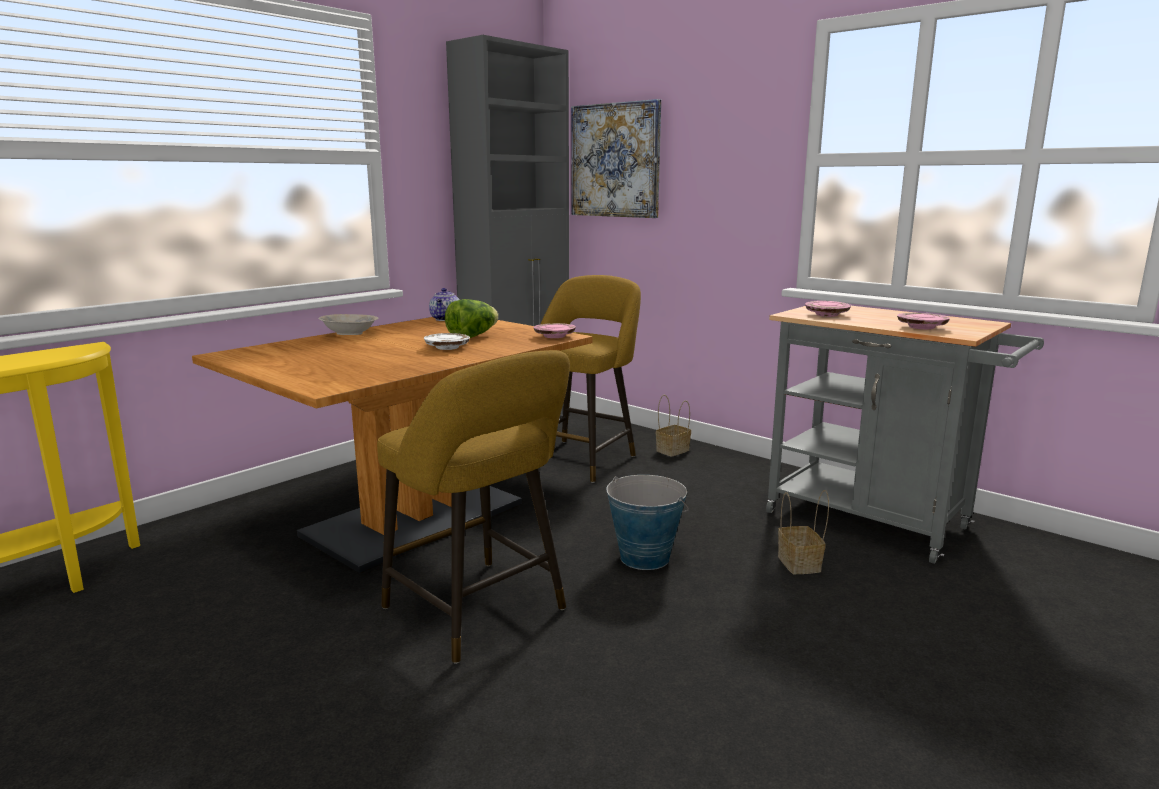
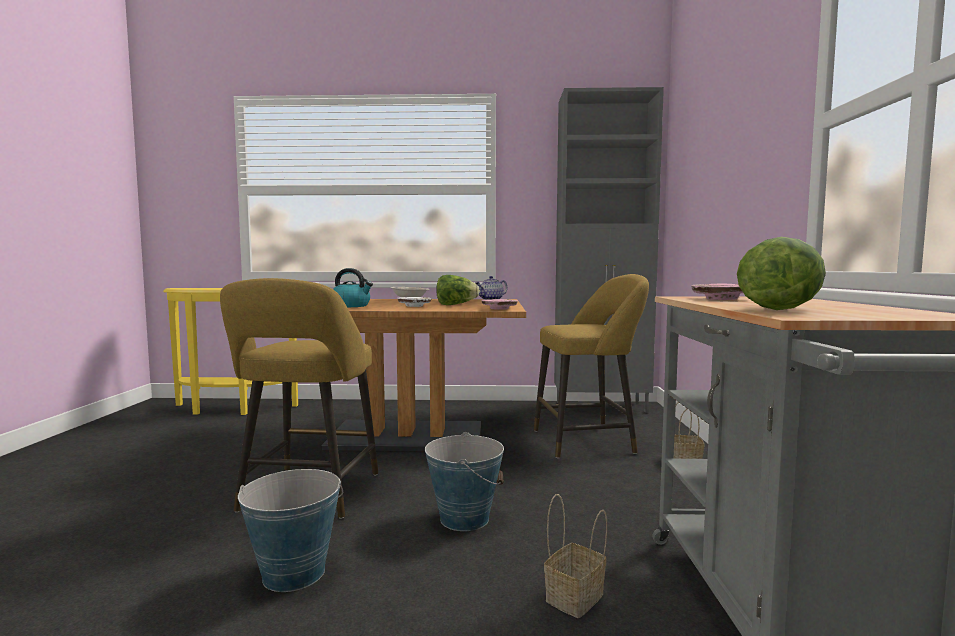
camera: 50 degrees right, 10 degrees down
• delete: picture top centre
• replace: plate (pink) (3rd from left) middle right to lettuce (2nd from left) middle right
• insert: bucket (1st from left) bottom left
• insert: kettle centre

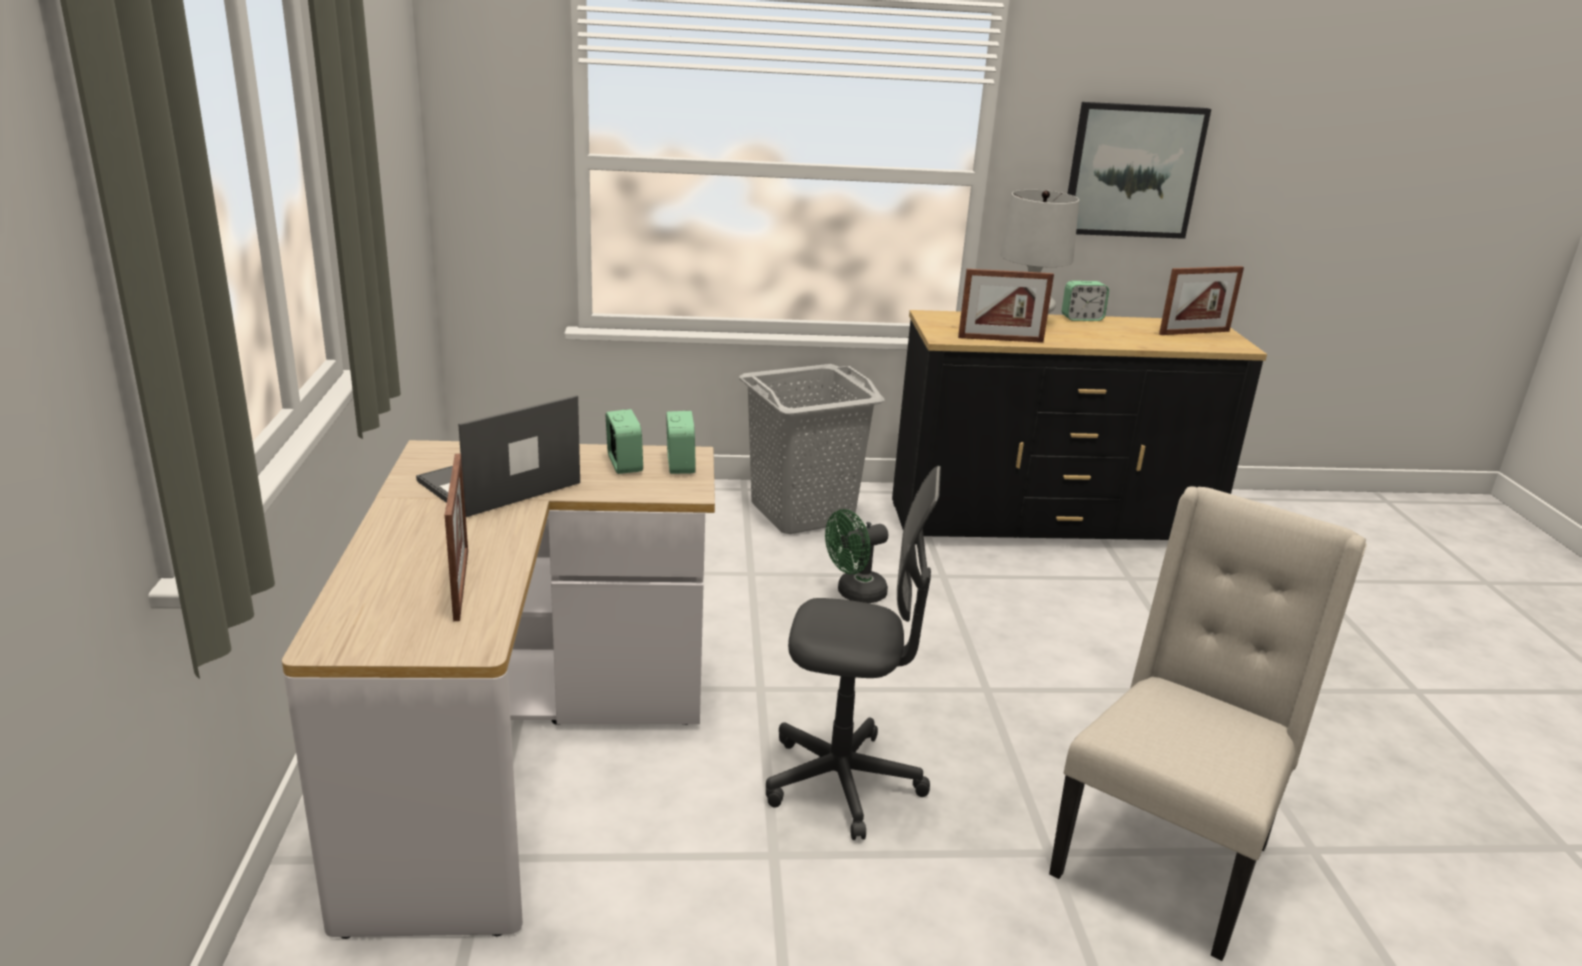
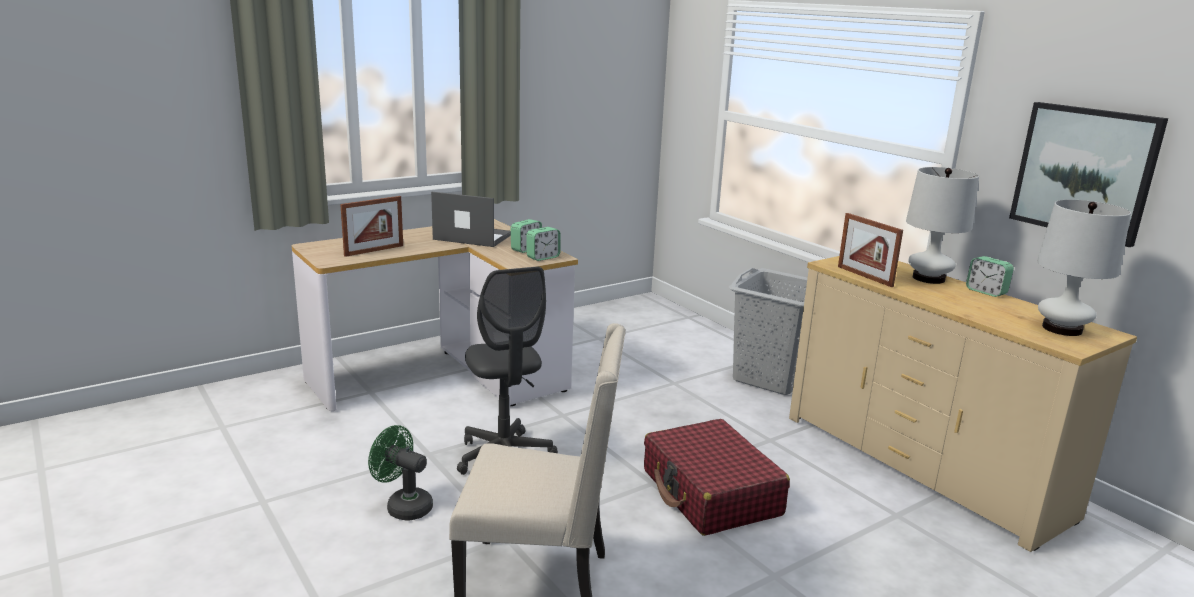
camera: 60 degrees right, 5 degrees down
• move: fan (green) centre to bottom centre
• recolor: dresser (black) middle right to dresser (beige) bottom right
• replace: picture frame (3rd from left) top right to table lamp (white) (2nd from left) middle right
• insert: suitcase (red) bottom centre

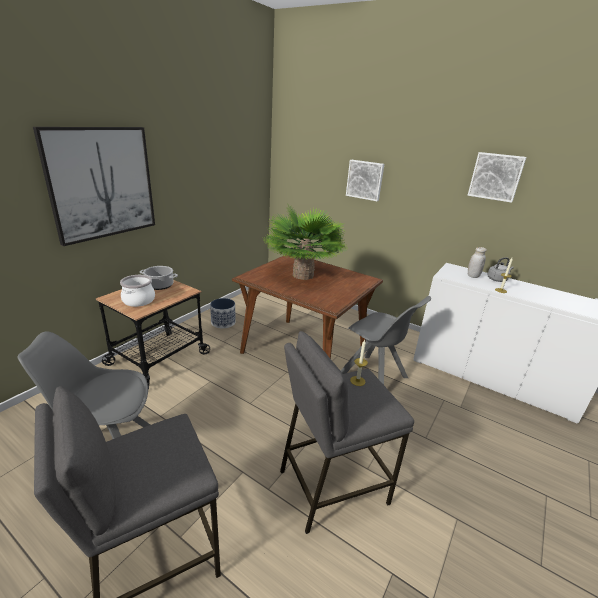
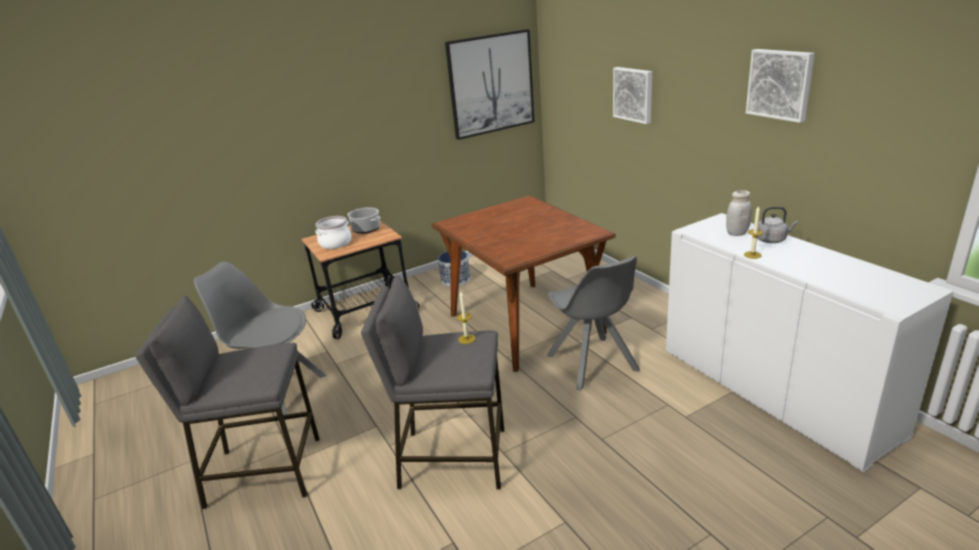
camera: 30 degrees right, 0 degrees up
• move: picture (1st from left) top left to top centre
• delete: potted plant centre

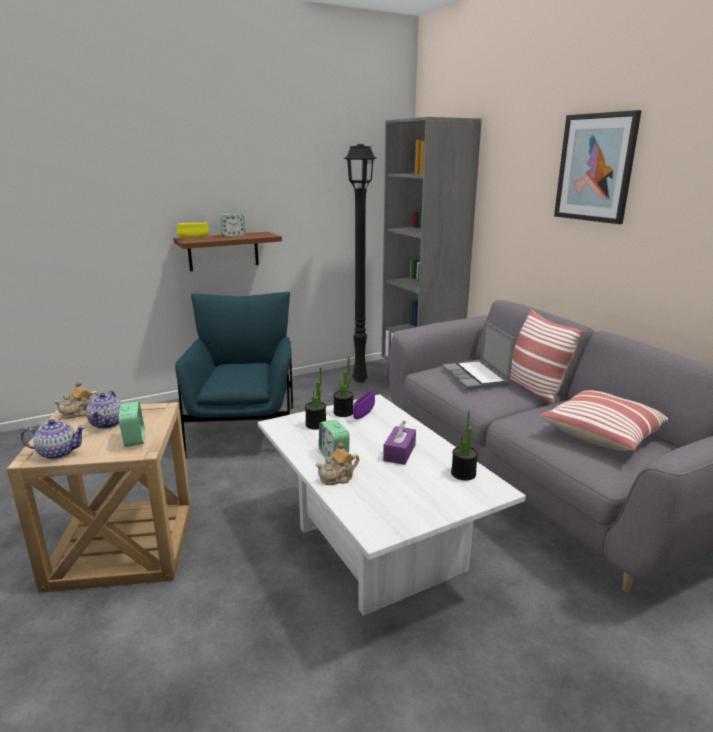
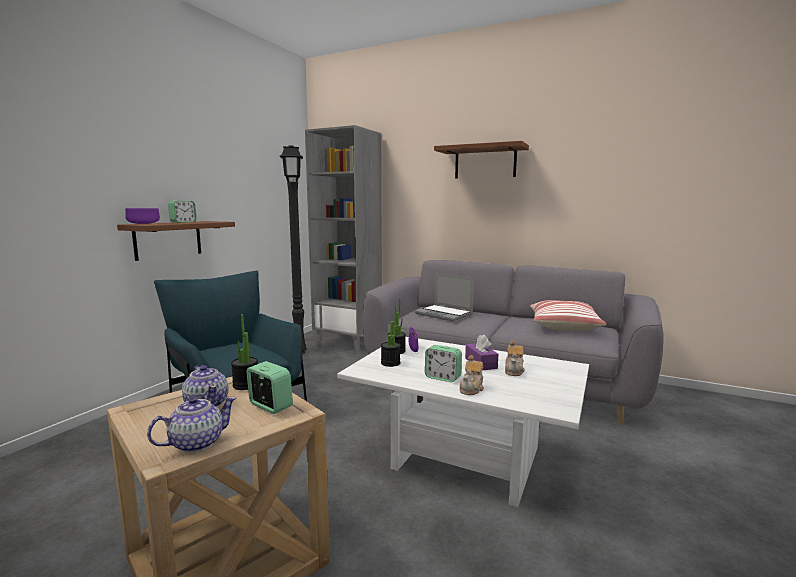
camera: 35 degrees left, 10 degrees down
• move: teapot (2nd from left in the first image) middle left to teapot (4th from left) centre
• recolor: bowl (yellow) top left to bowl (purple) (1st from left) middle left
• move: potted plant (3rd from left in the first image) centre to potted plant (1st from left) middle left
• delete: pillow (1st from left) middle right
• replace: picture top right to shelf (brown) (2nd from left) top centre

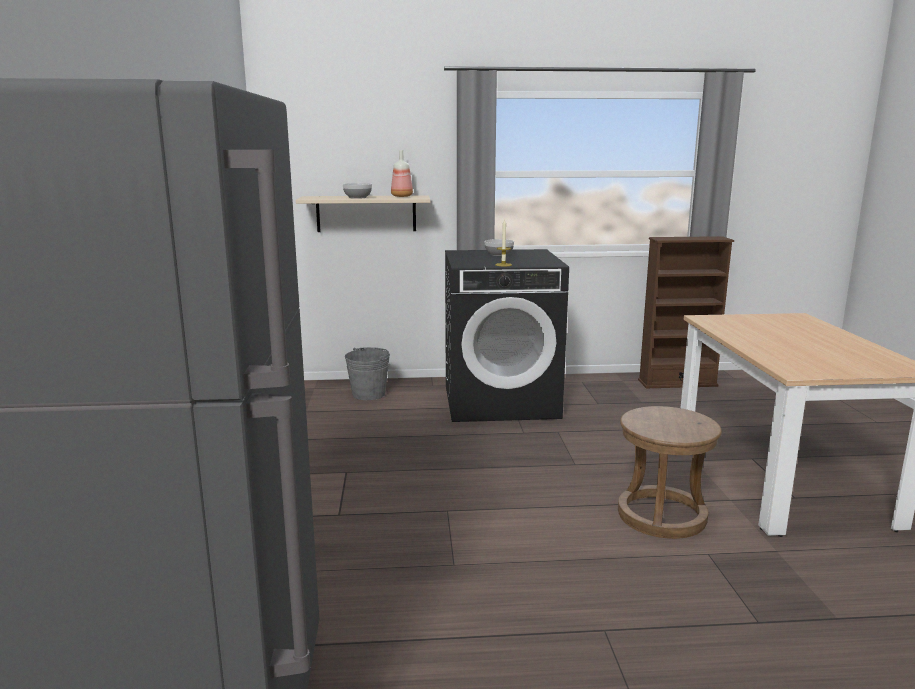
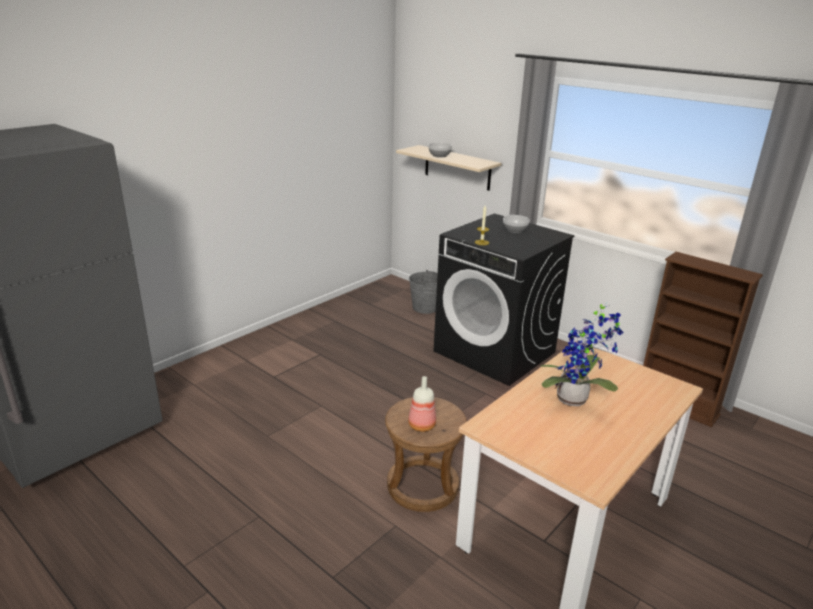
camera: 45 degrees right, 10 degrees up
• move: bottle top centre to centre
• insert: potted plant middle right

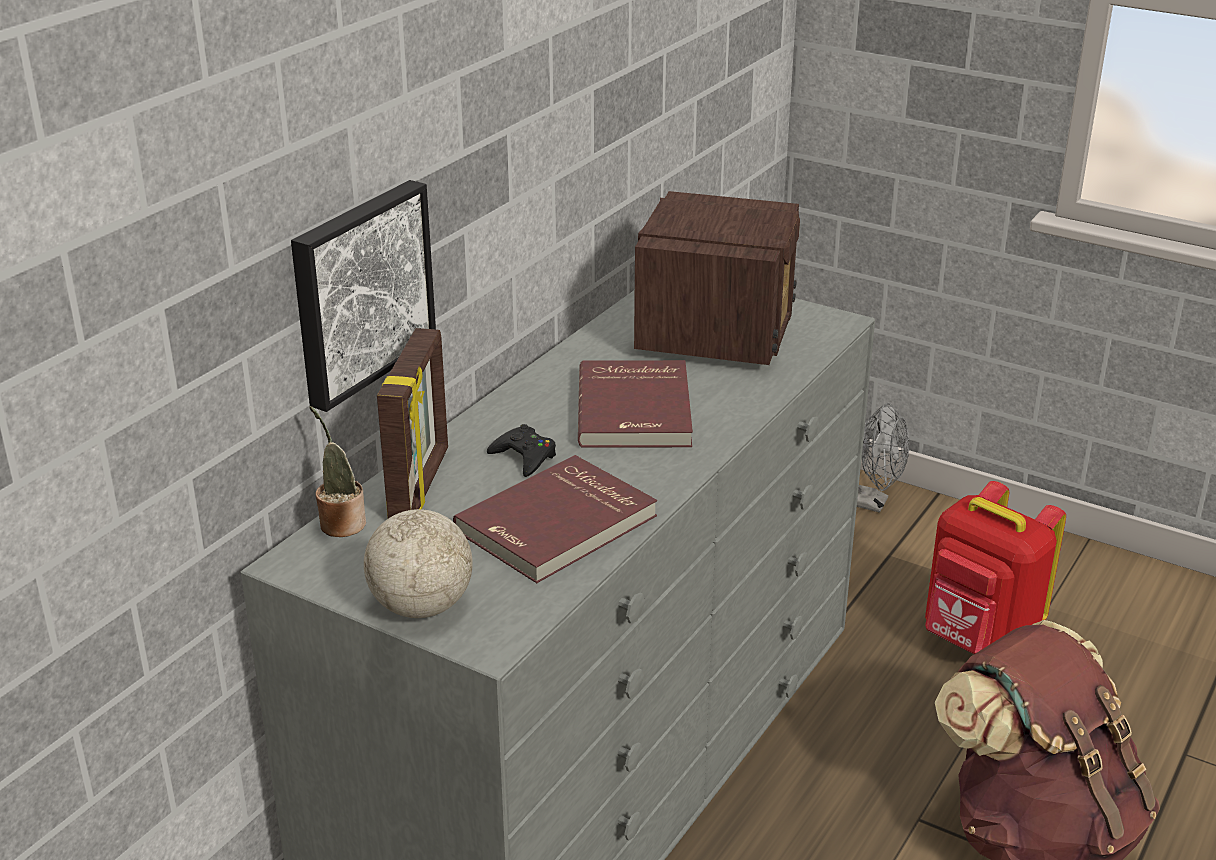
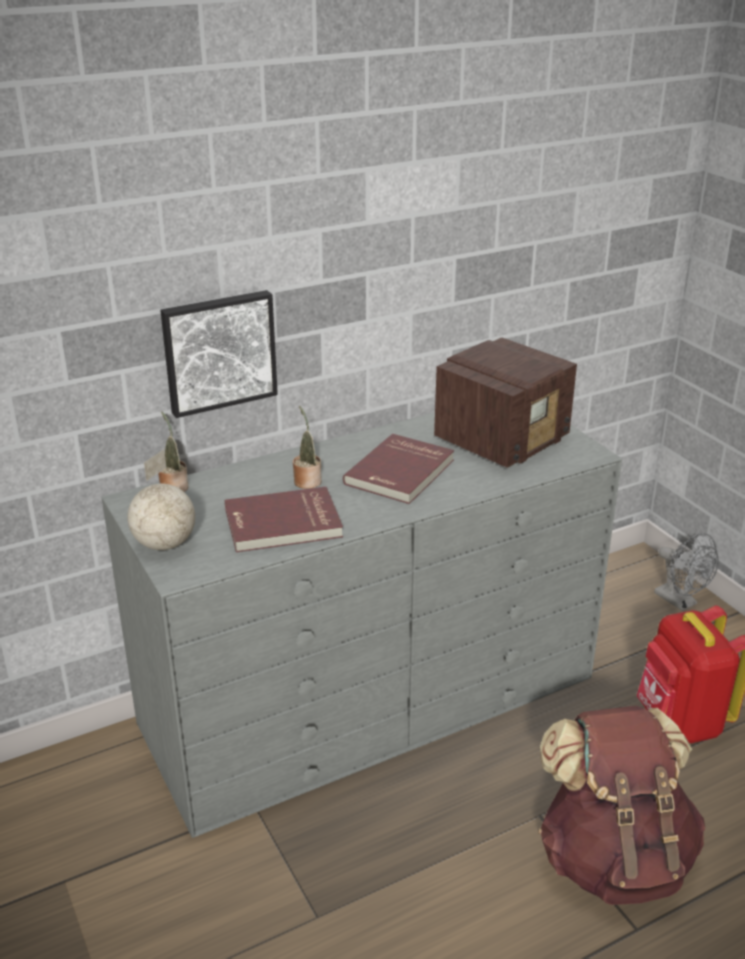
camera: 30 degrees right, 0 degrees up
• delete: picture frame centre
• replace: game controller (black) centre to potted plant (2nd from left) centre

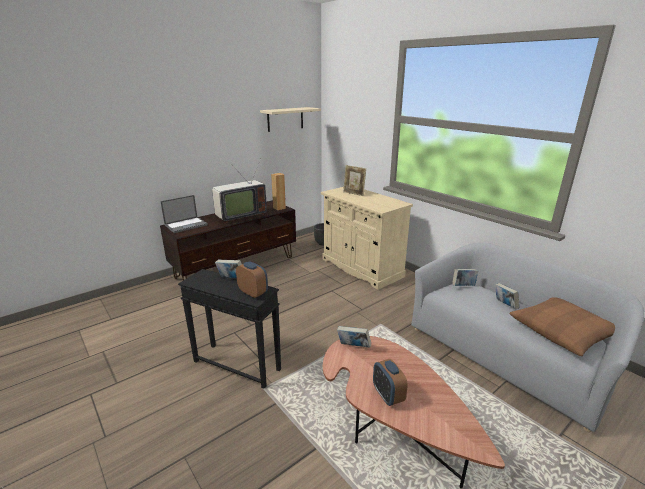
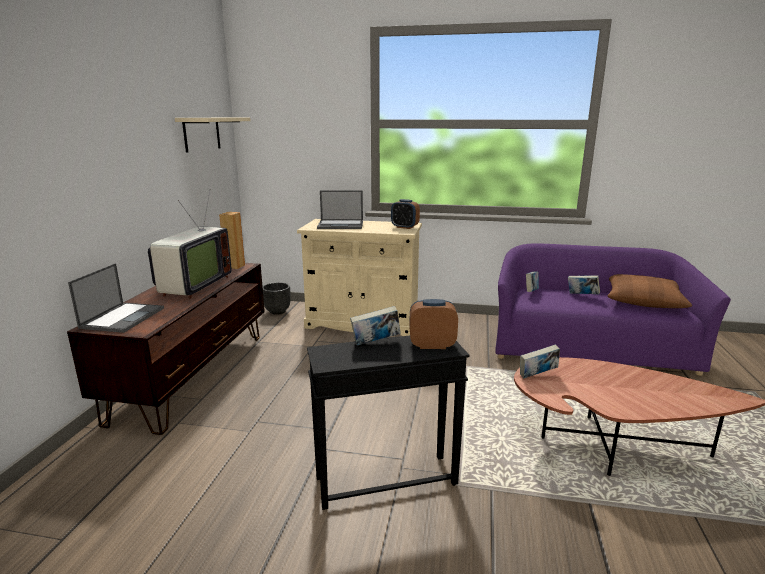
camera: 40 degrees left, 5 degrees down
• replace: picture frame centre to laptop (2nd from left) centre
• move: alarm clock (2nd from left in the first image) bottom centre to alarm clock (1st from left) centre
• recolor: sofa (grey) bottom right to sofa (purple) middle right

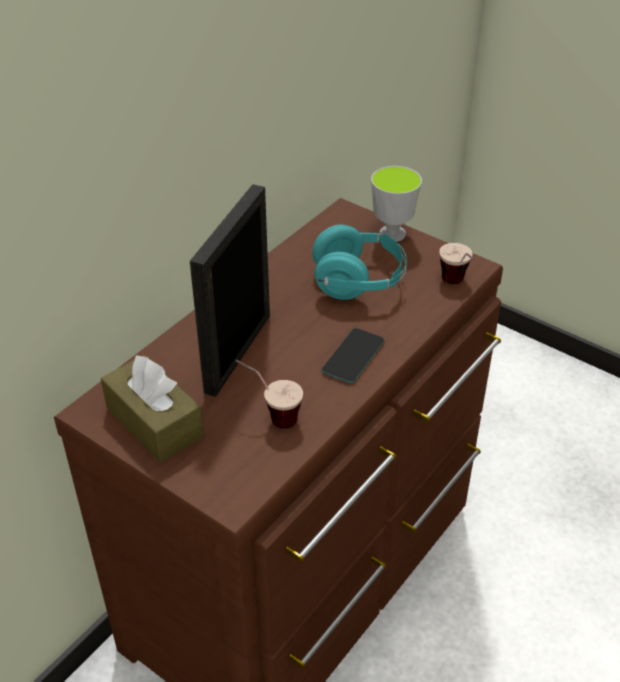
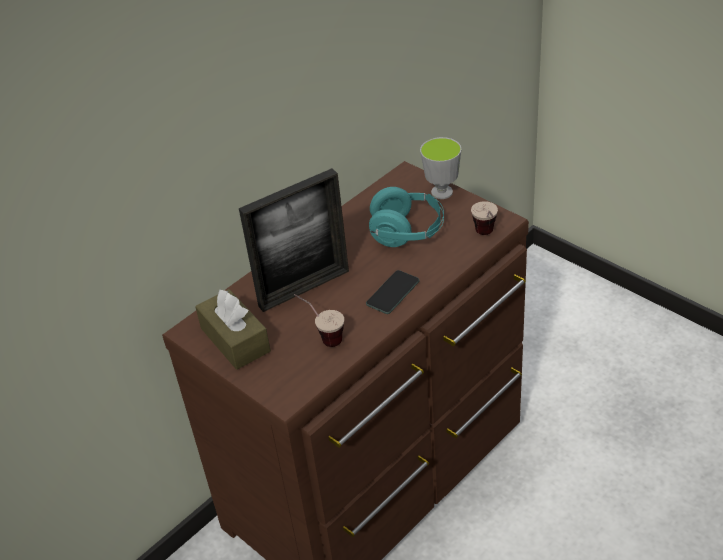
camera: 10 degrees right, 0 degrees up
• rotate: picture frame centre = centre 150 degrees counterclockwise

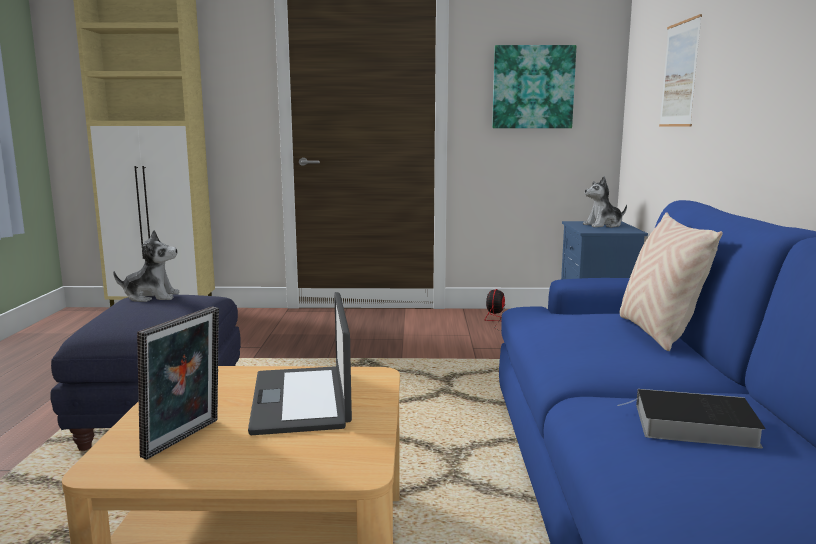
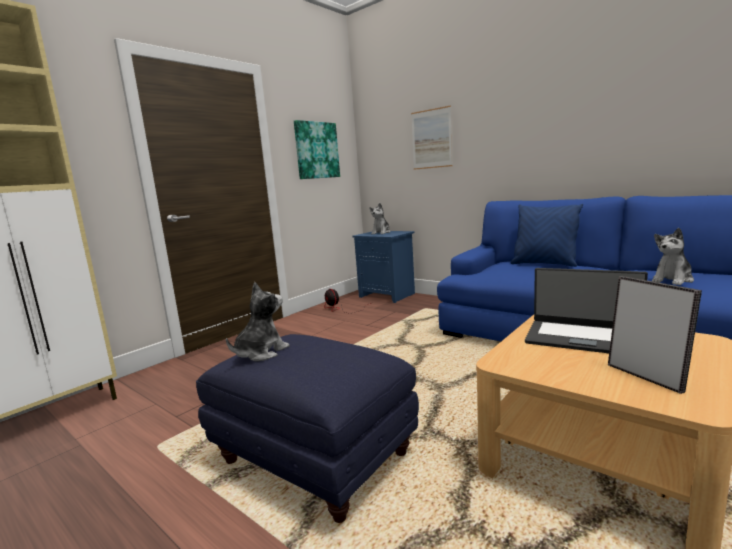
camera: 50 degrees left, 0 degrees up
• replace: book bottom right to plush toy (3rd from left) middle right
• recolor: pillow (beige) middle right to pillow (blue) middle right

